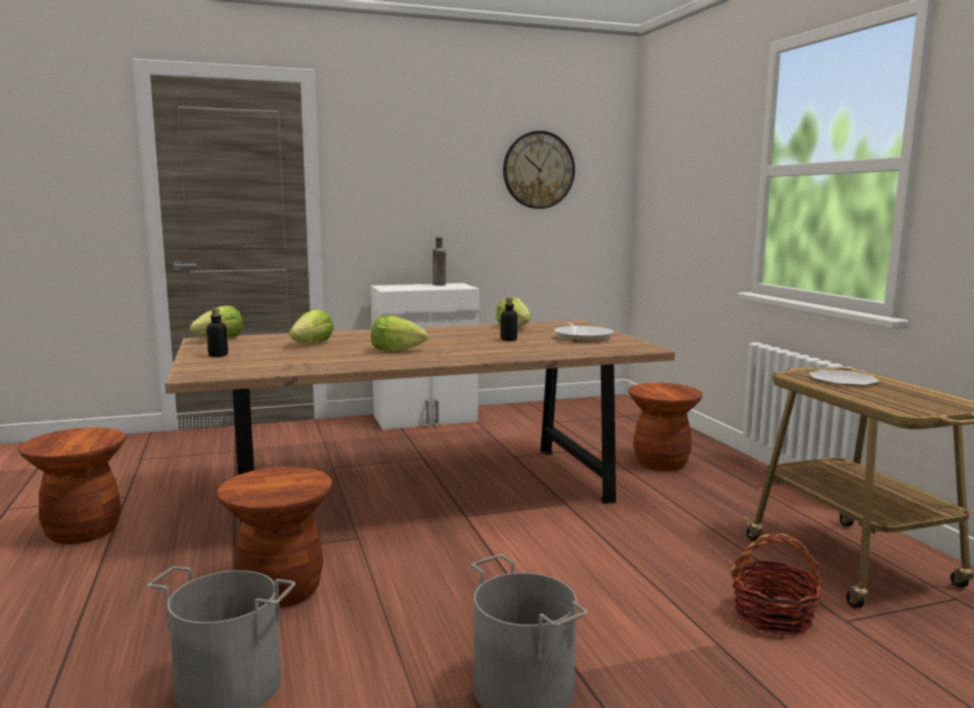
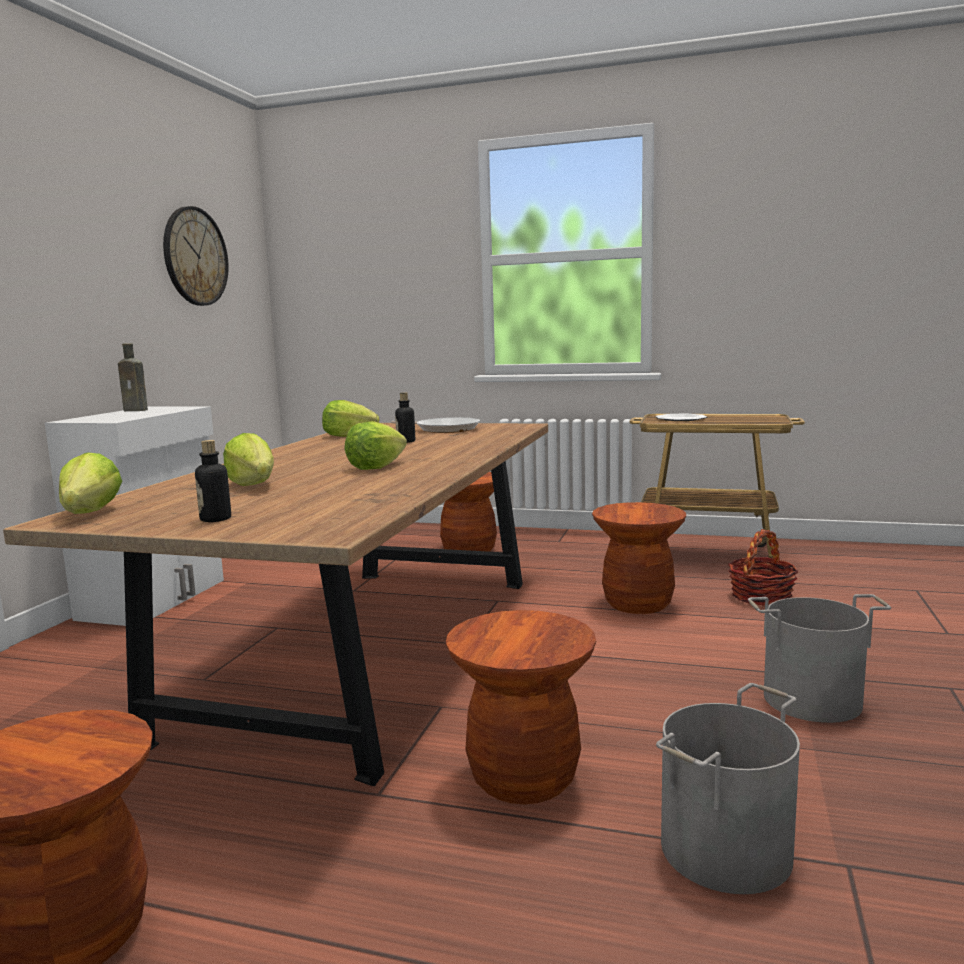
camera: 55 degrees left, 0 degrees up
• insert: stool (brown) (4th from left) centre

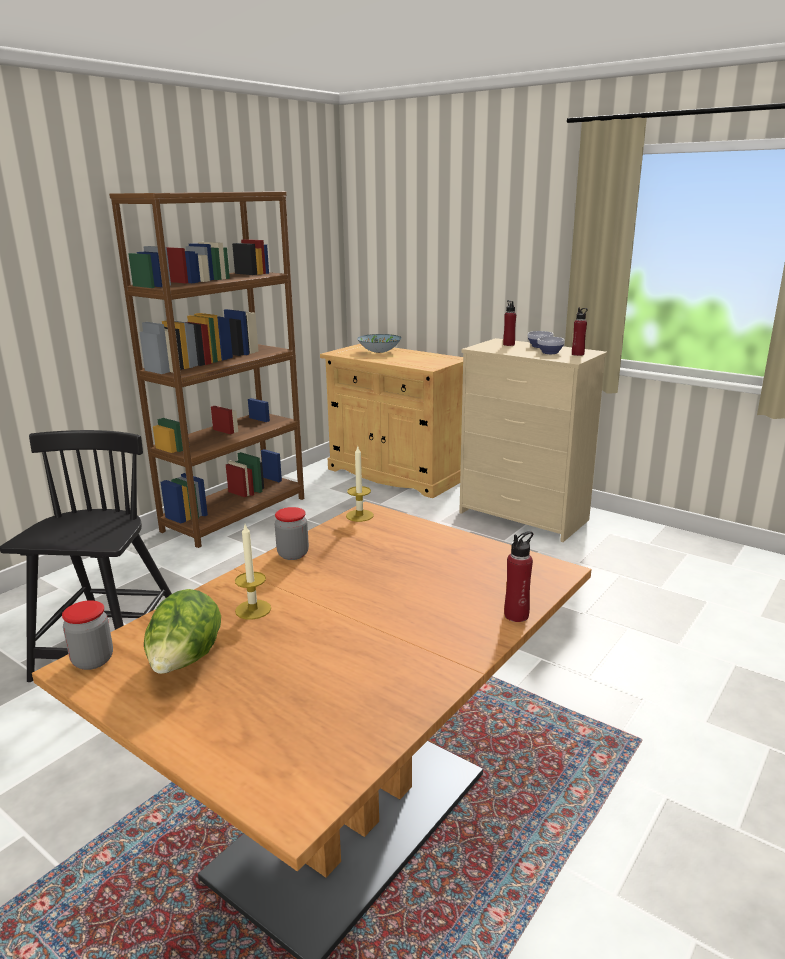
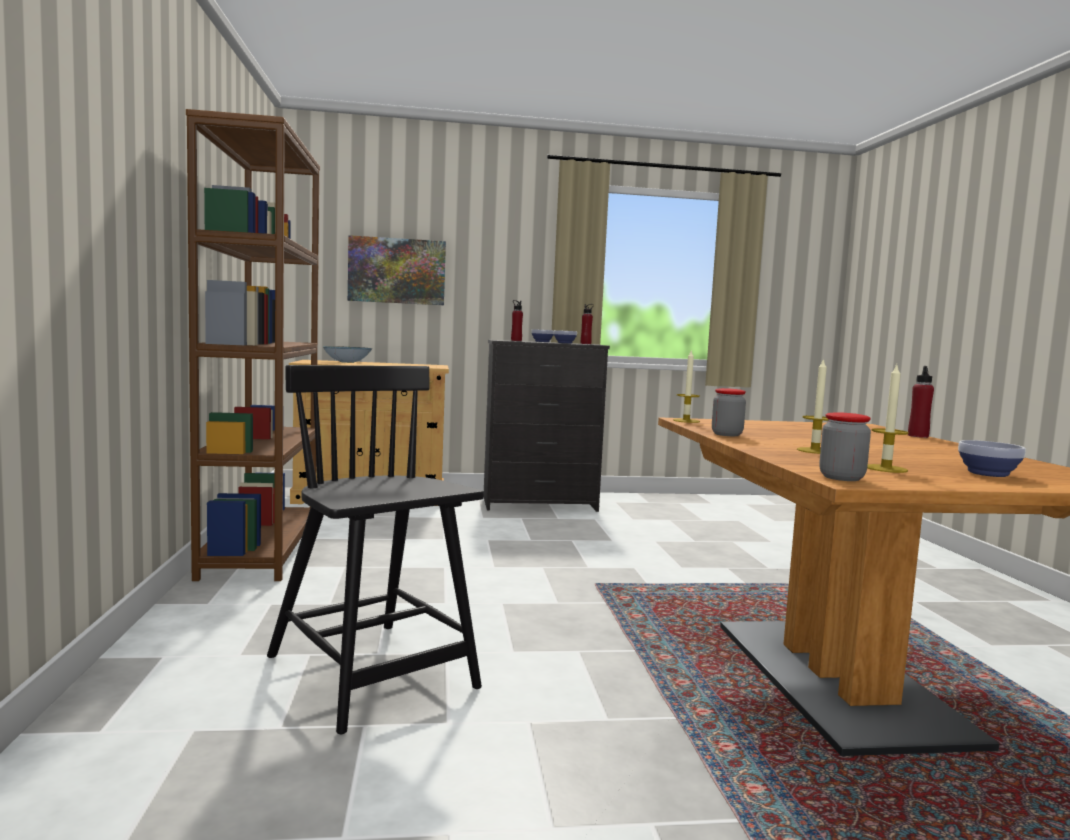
camera: 45 degrees left, 15 degrees down
• replace: lettuce middle left to candle (3rd from left) middle right
• recolor: dresser (beige) middle right to dresser (black) centre
• insert: picture top centre
• insert: bowl (4th from left) middle right

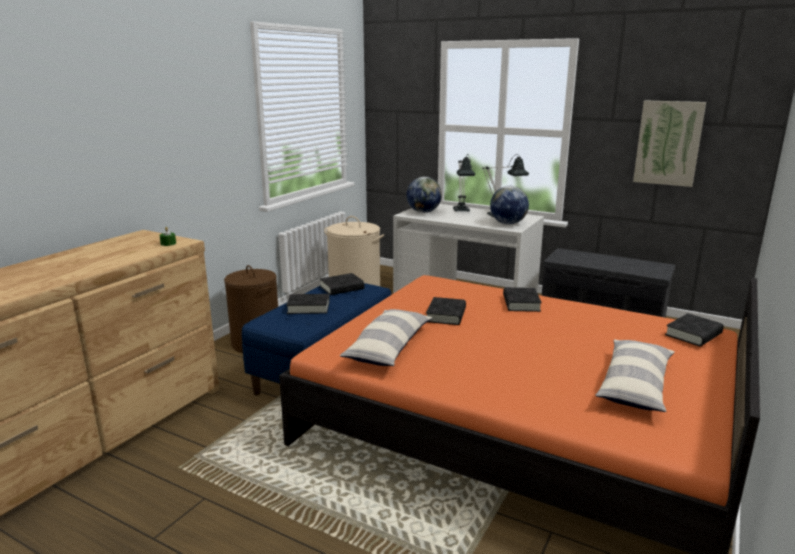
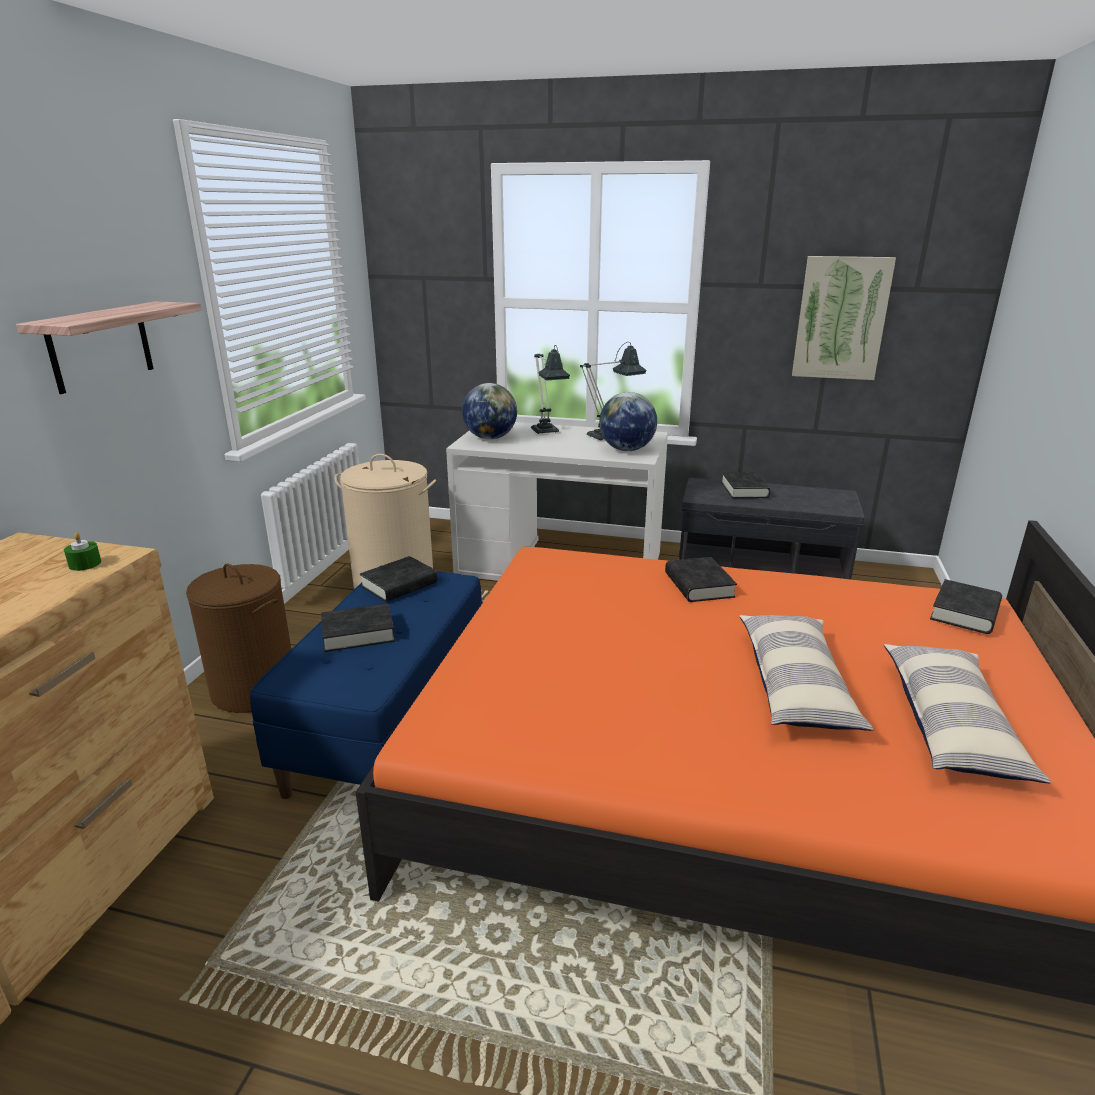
camera: 15 degrees left, 5 degrees up
• move: pillow (1st from left) centre to middle right
• move: book (black) (3rd from left in the first image) centre to book (black) (4th from left) middle right
• insert: shelf top left

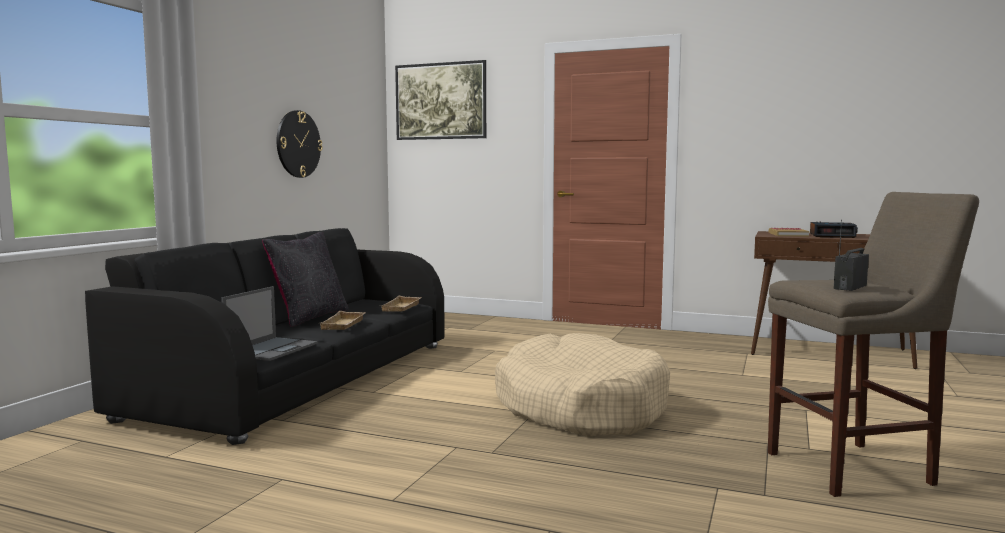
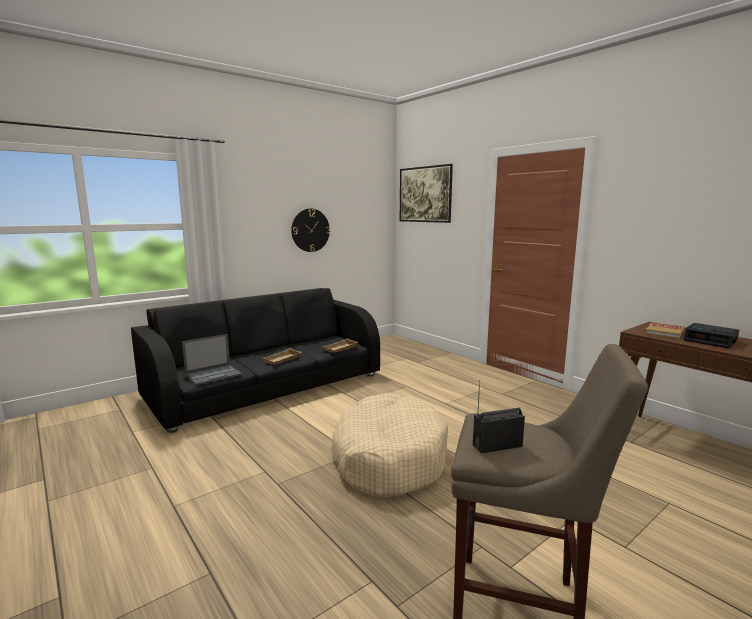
camera: 30 degrees right, 5 degrees up
• delete: pillow (black) middle left

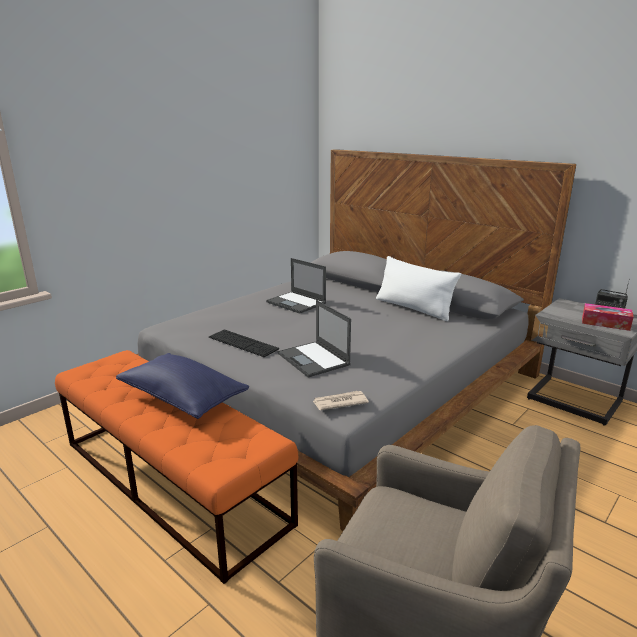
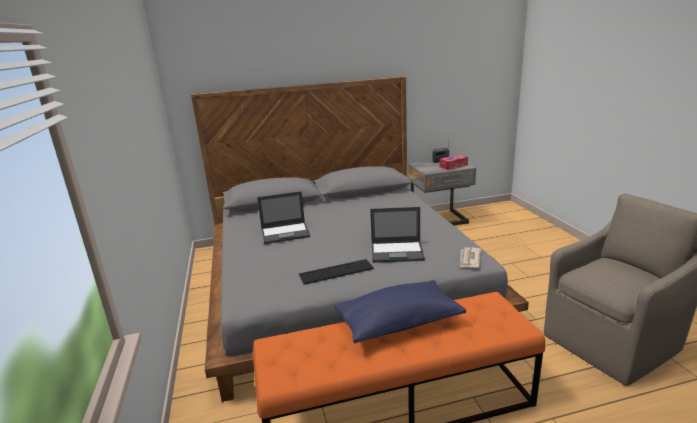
camera: 55 degrees left, 0 degrees up
• delete: pillow (white) centre

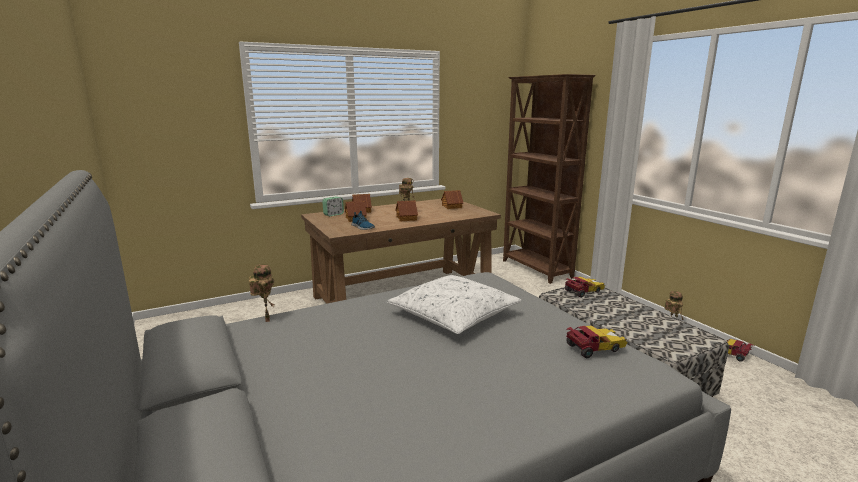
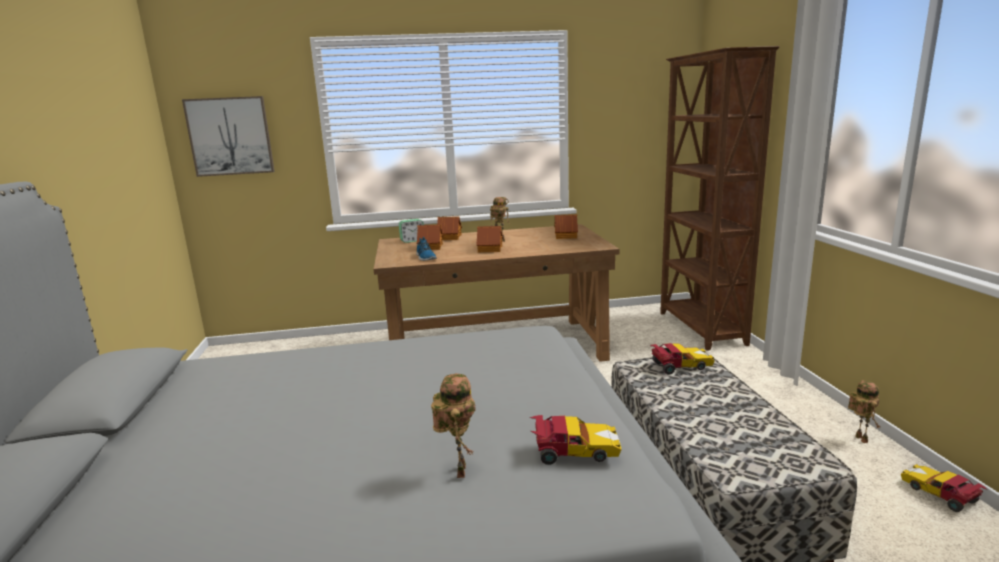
camera: 20 degrees right, 0 degrees up
• move: toy robot (1st from left) middle left to bottom centre
• delete: pillow (white) centre
• insert: picture top left

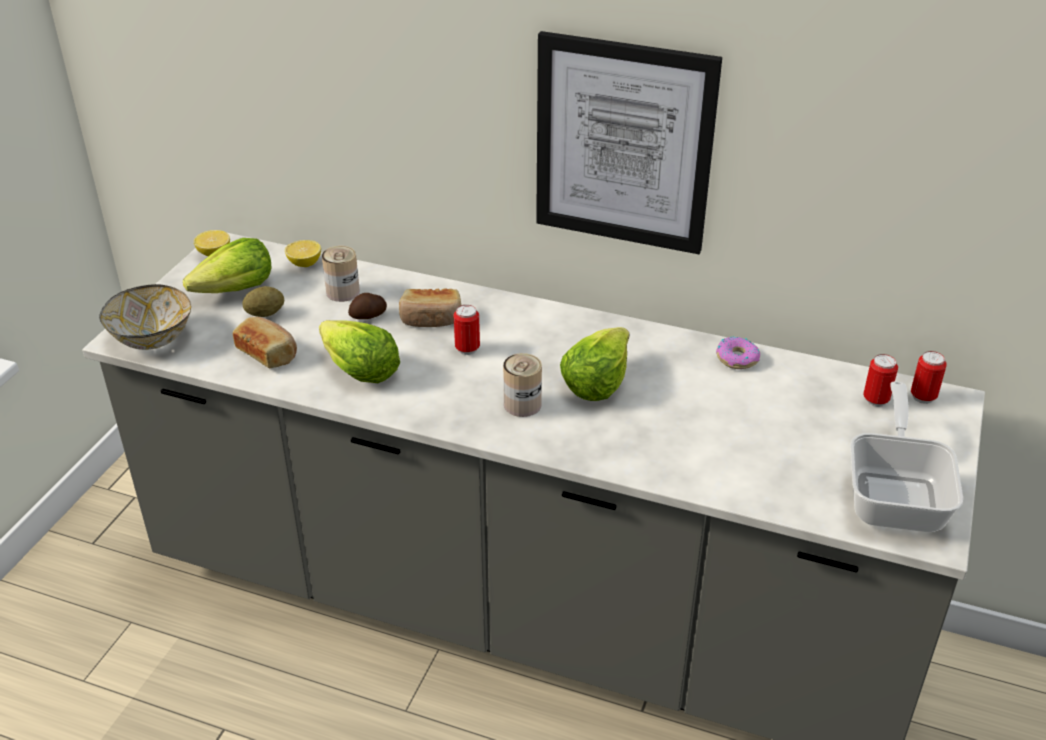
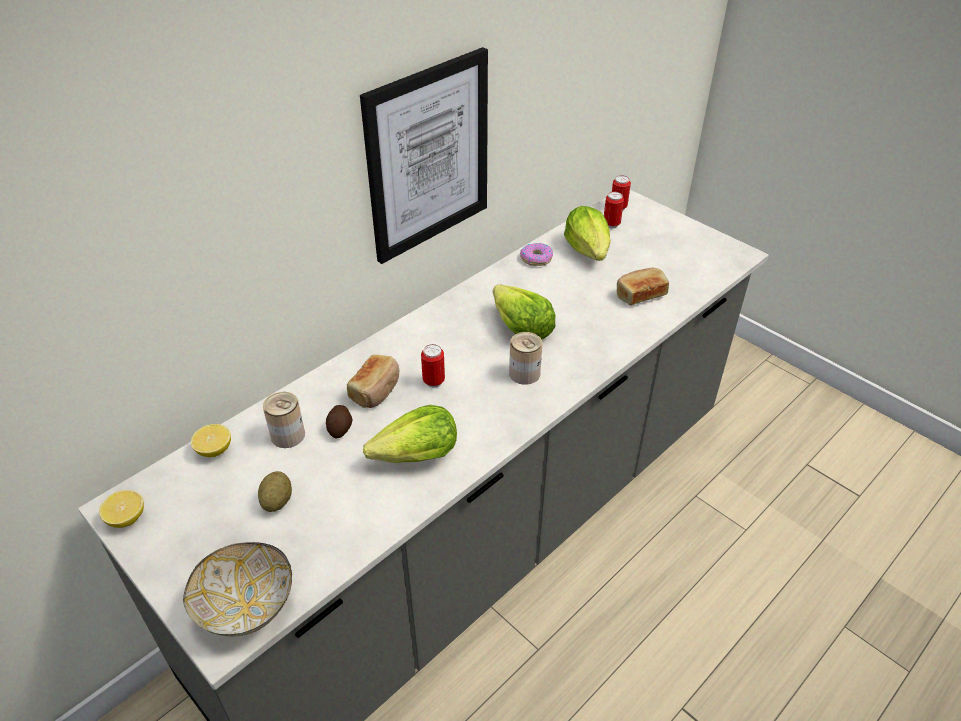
camera: 65 degrees left, 5 degrees up
• move: lettuce (1st from left in the first image) middle left to lettuce (3rd from left) top centre
• move: bread (1st from left in the first image) middle left to bread (2nd from left) middle right
• delete: frying pan middle right

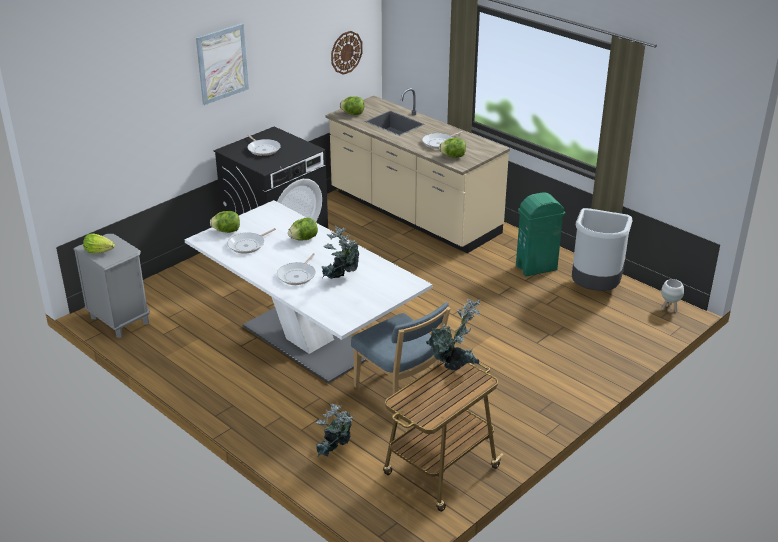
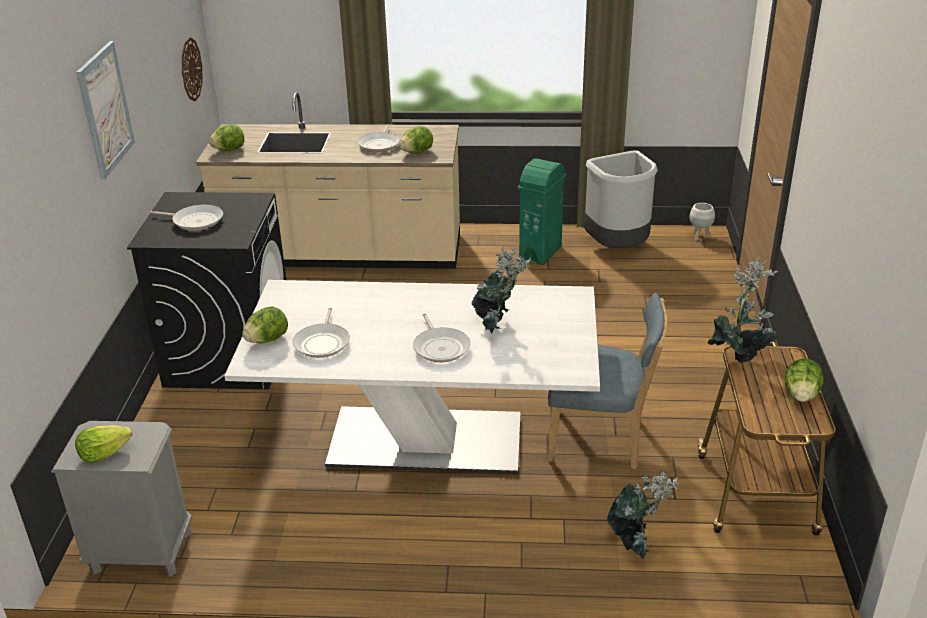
camera: 40 degrees left, 0 degrees up
• move: lettuce (3rd from left in the first image) centre to lettuce (5th from left) middle right

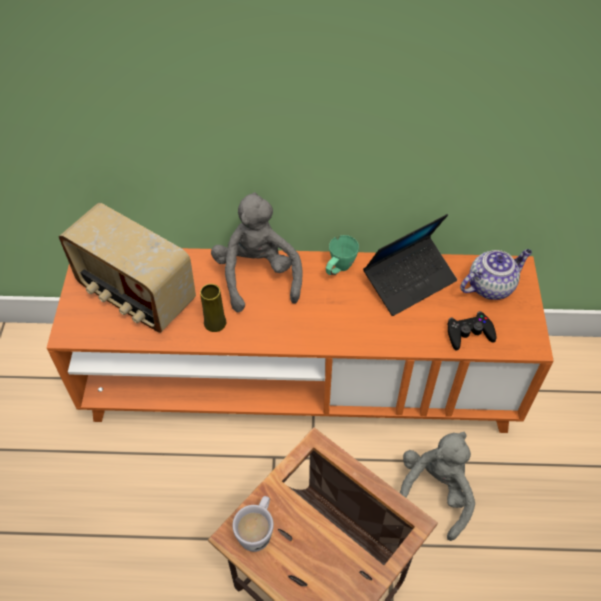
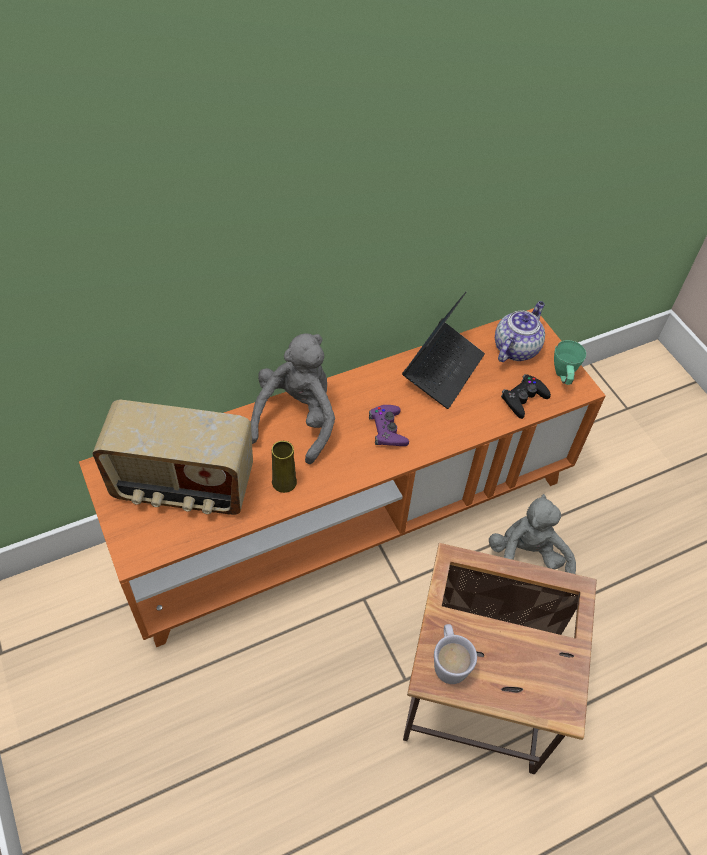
camera: 30 degrees left, 0 degrees up
• rotate: plush toy (grey) (1st from left) centre = centre 60 degrees clockwise
• move: mug (green) centre to middle right
• insert: game controller (purple) centre

